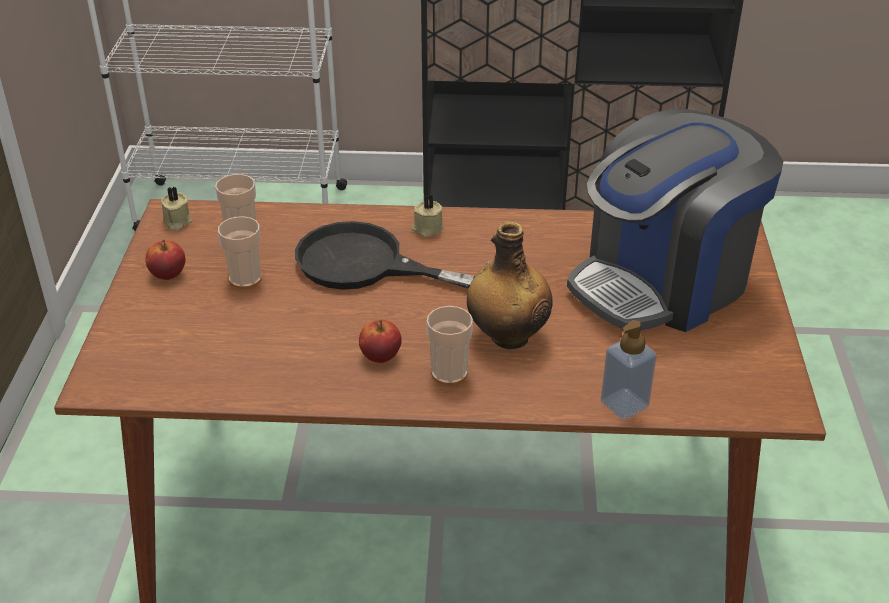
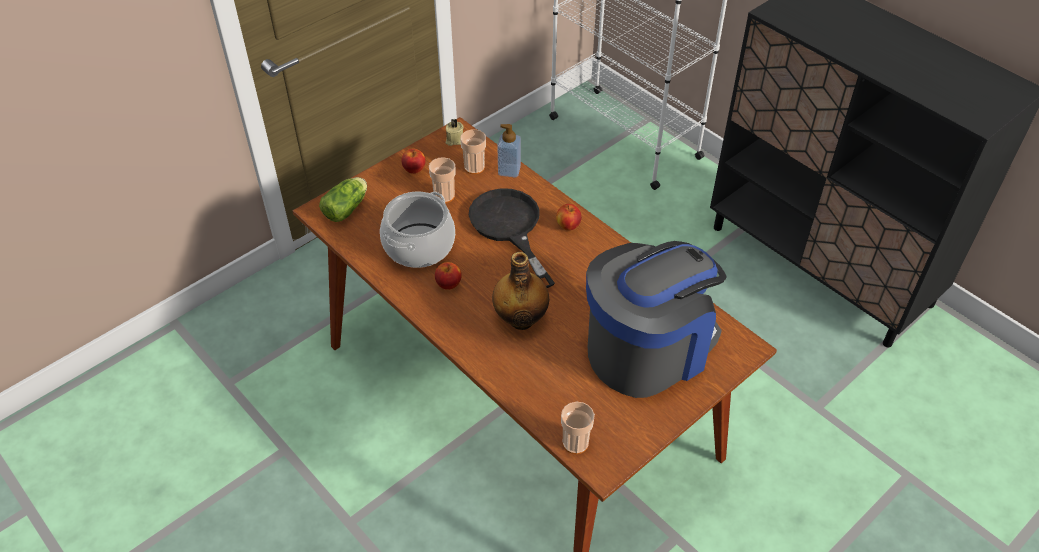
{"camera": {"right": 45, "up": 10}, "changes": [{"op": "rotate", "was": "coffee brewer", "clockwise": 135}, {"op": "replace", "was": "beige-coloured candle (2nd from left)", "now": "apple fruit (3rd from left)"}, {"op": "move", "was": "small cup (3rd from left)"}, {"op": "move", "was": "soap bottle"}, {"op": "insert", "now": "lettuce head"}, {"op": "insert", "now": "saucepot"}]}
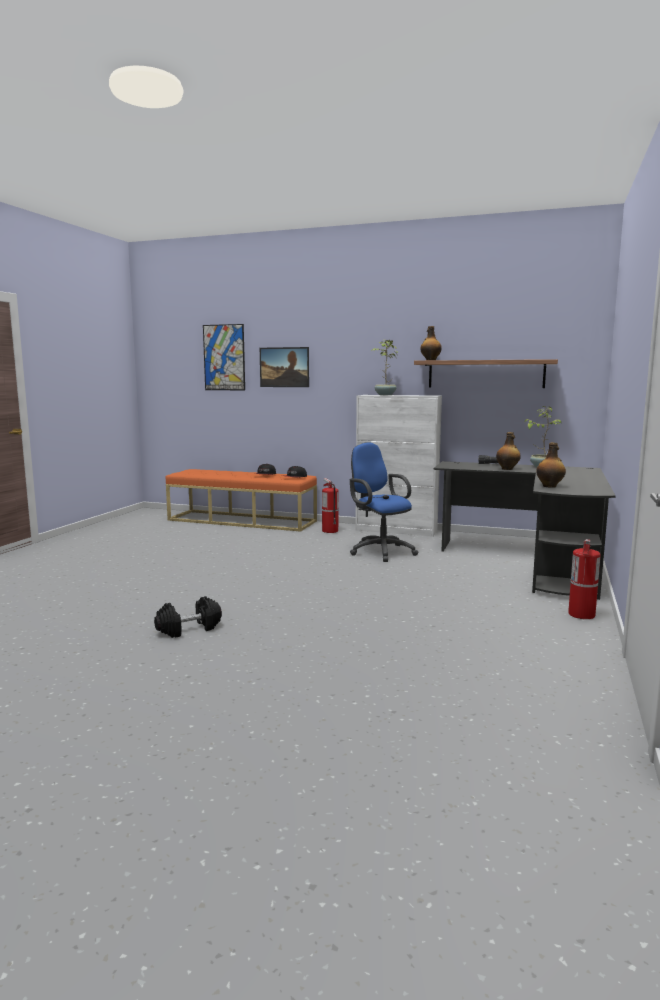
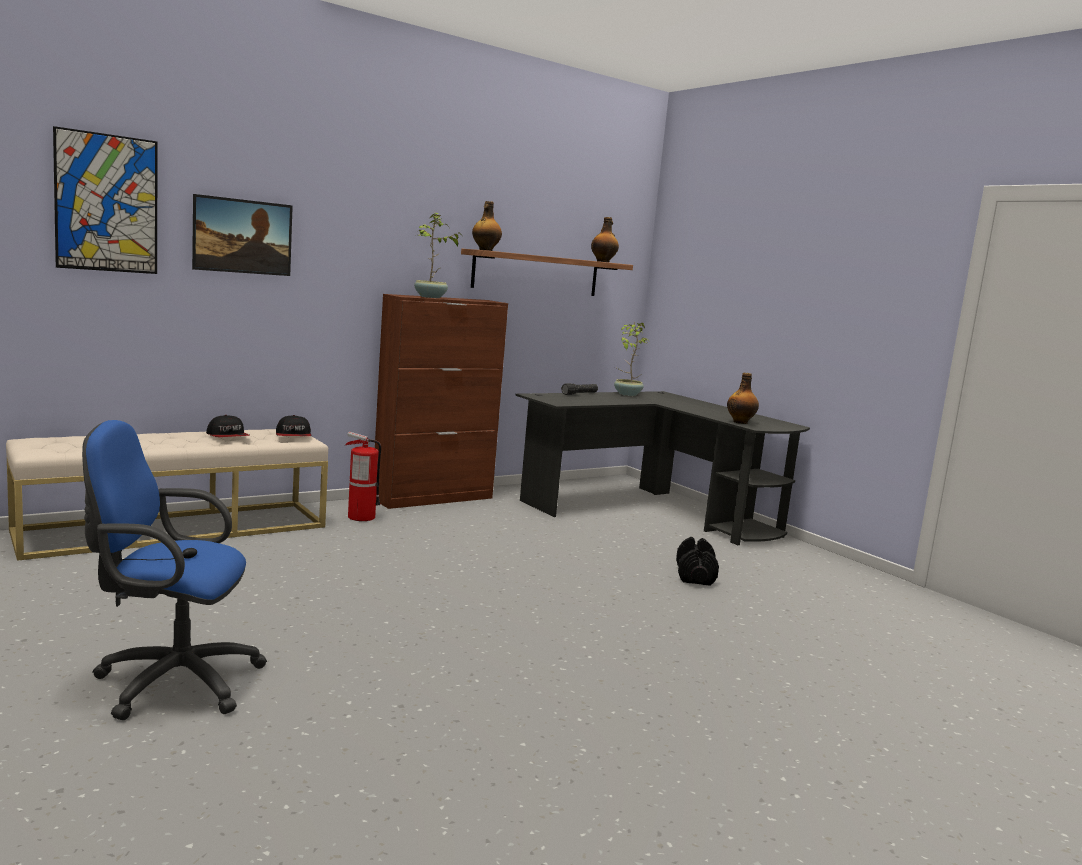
{"camera": {"right": -55, "up": 0}, "changes": [{"op": "recolor", "was": "white-coloured cupboard", "now": "brown-coloured cupboard"}, {"op": "move", "was": "bottle (2nd from left)"}, {"op": "move", "was": "blue desk chair"}, {"op": "recolor", "was": "orangey long seat", "now": "beige-coloured long seat"}, {"op": "delete", "was": "fire extinguisher (2nd from left)"}, {"op": "move", "was": "blackish hand weight"}]}
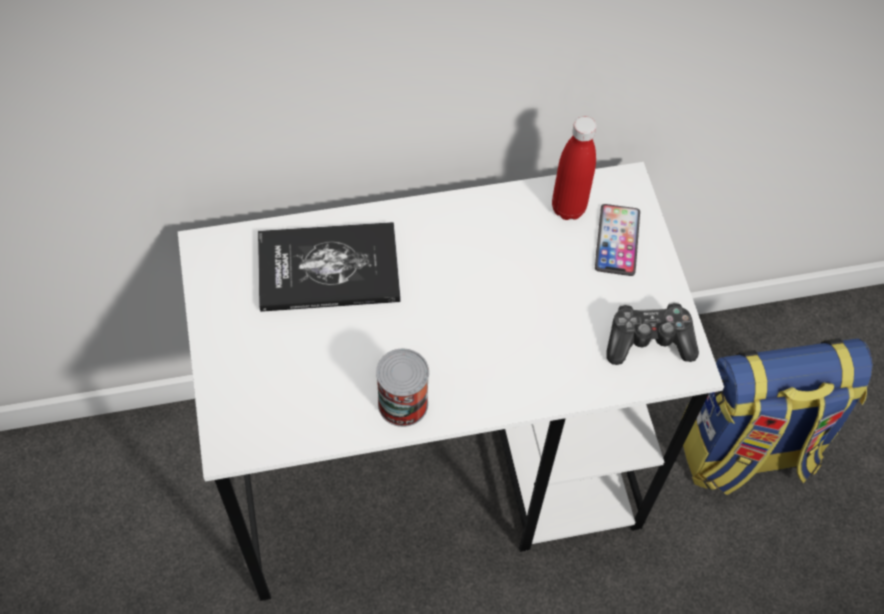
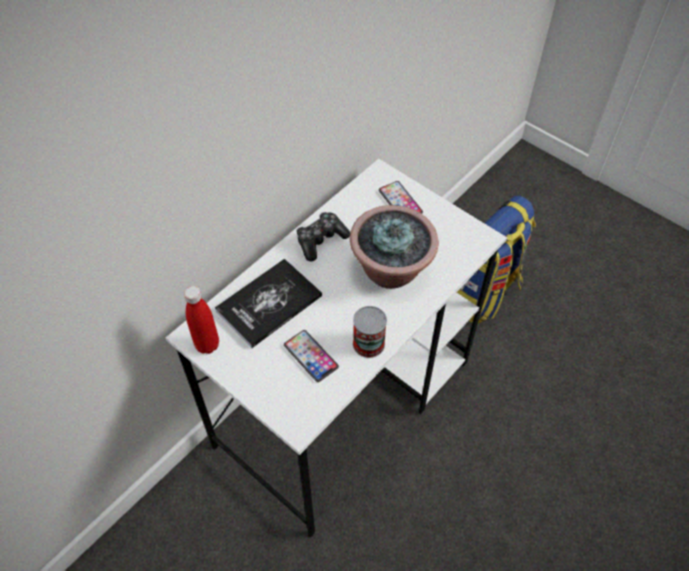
{"camera": {"right": -35, "up": -5}, "changes": [{"op": "move", "was": "red-coloured bottle"}, {"op": "move", "was": "gamepad"}, {"op": "insert", "now": "potted plant"}, {"op": "insert", "now": "handset (1st from left)"}]}
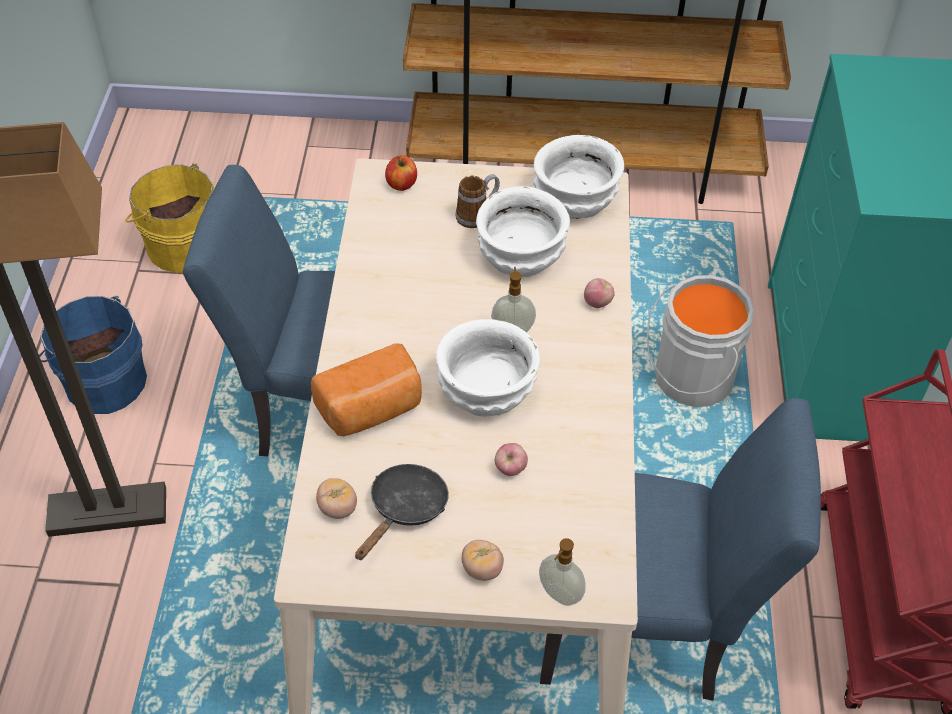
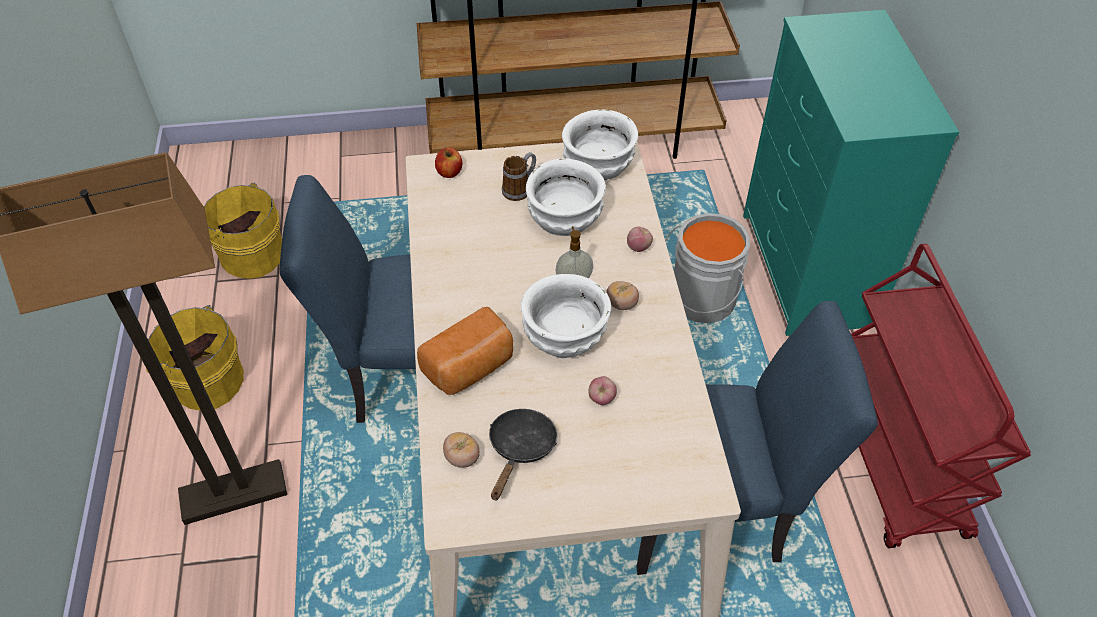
{"camera": {"right": -10, "up": 0}, "changes": [{"op": "recolor", "was": "blue pail", "now": "yellow-coloured pail (1st from left)"}, {"op": "delete", "was": "soap bottle (2nd from left)"}, {"op": "move", "was": "tomato (2nd from left)"}]}
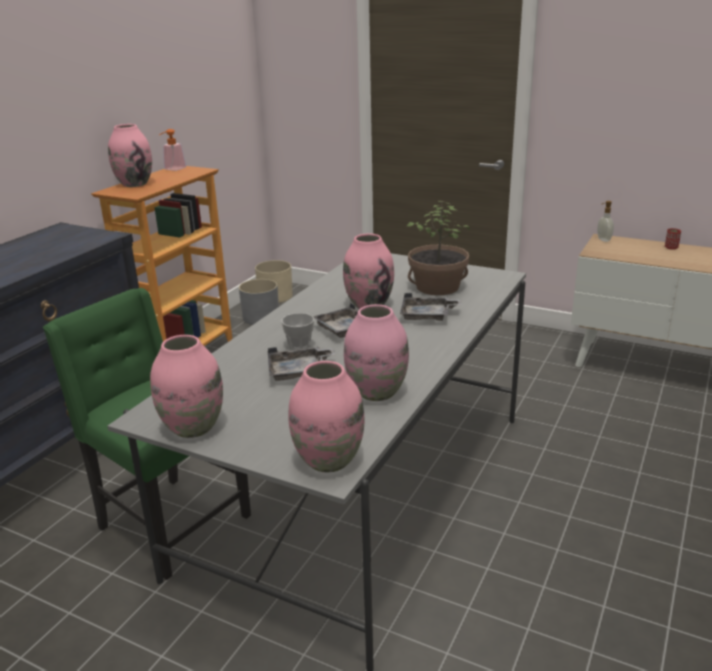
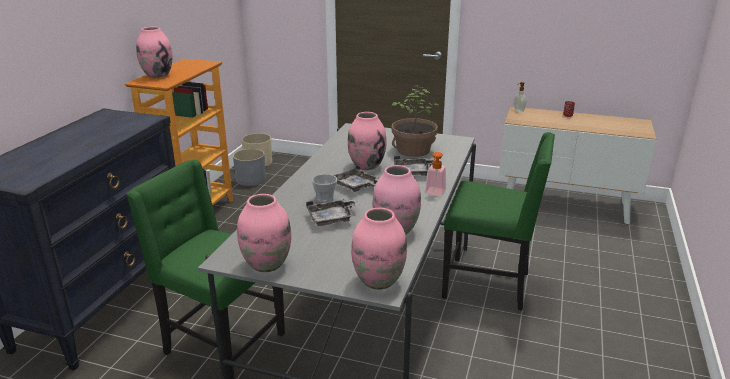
{"camera": {"right": -10, "up": 0}, "changes": [{"op": "move", "was": "soap bottle (1st from left)"}, {"op": "insert", "now": "greenish plain chair (2nd from left)"}]}
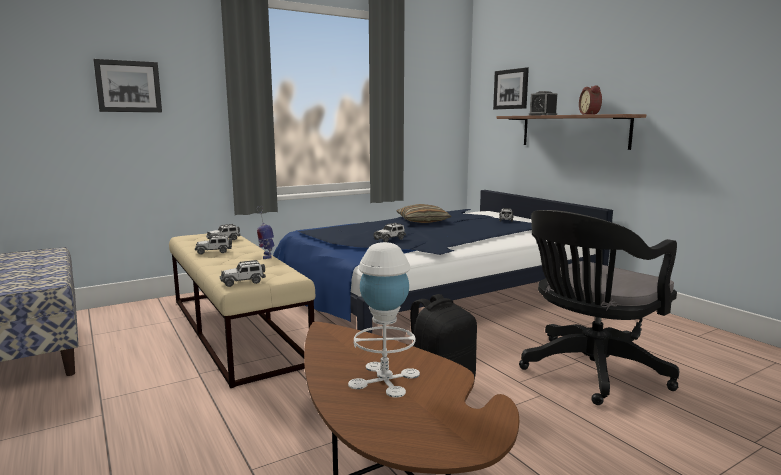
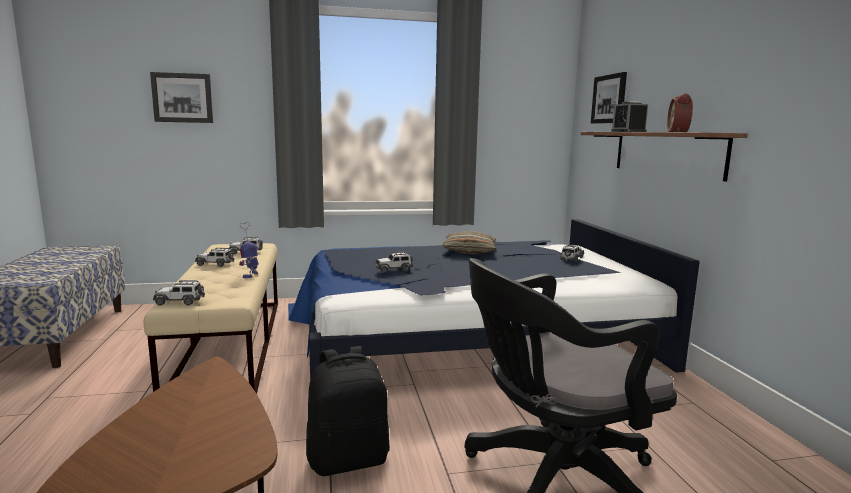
{"camera": {"right": 20, "up": 0}, "changes": [{"op": "delete", "was": "white-coloured table lamp"}]}
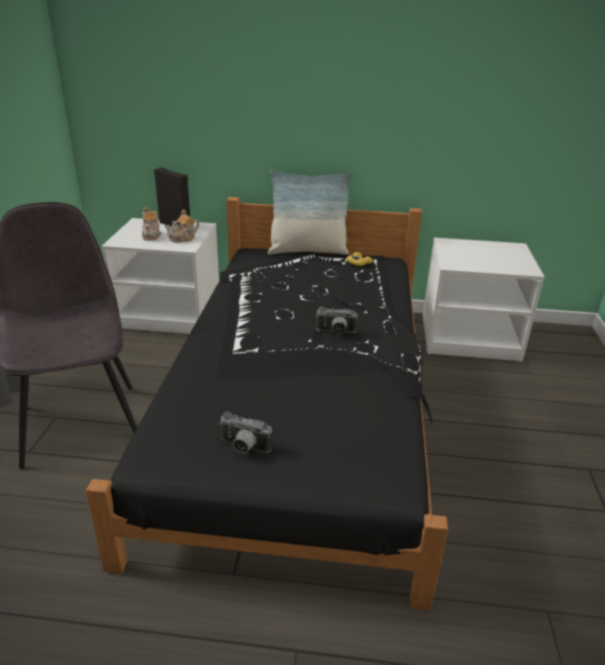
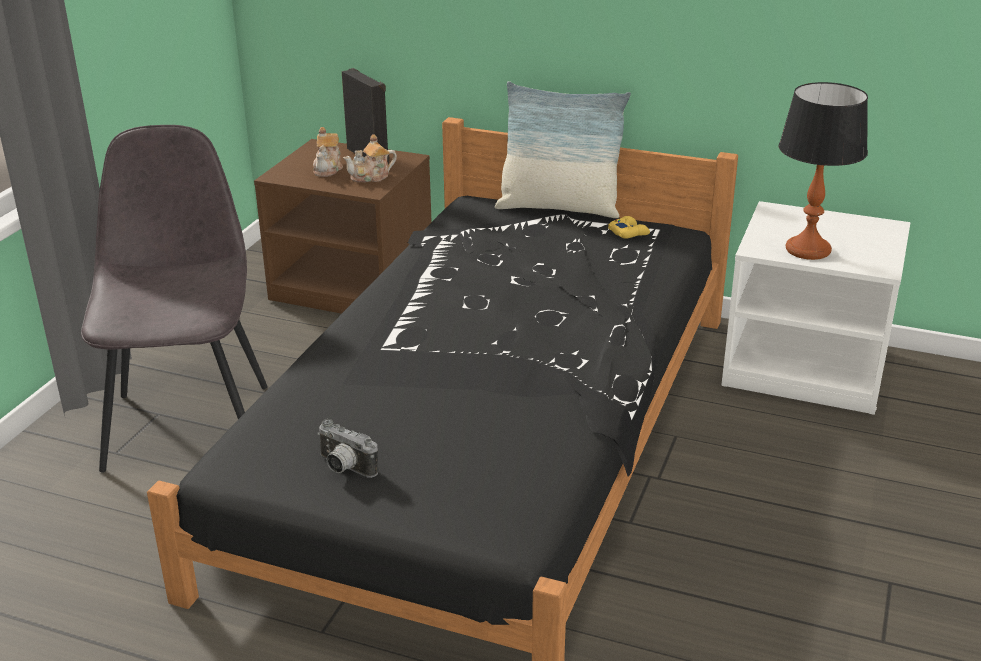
{"camera": {"right": 15, "up": 0}, "changes": [{"op": "recolor", "was": "white-coloured nightstand (1st from left)", "now": "brown-coloured nightstand"}, {"op": "delete", "was": "photo camera (2nd from left)"}, {"op": "insert", "now": "table lamp"}]}
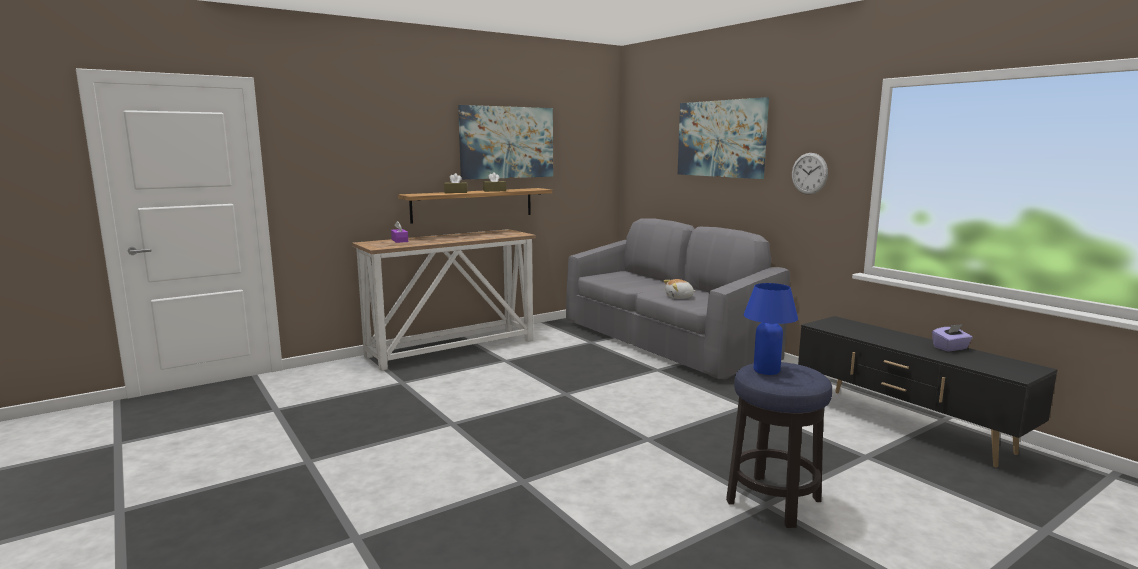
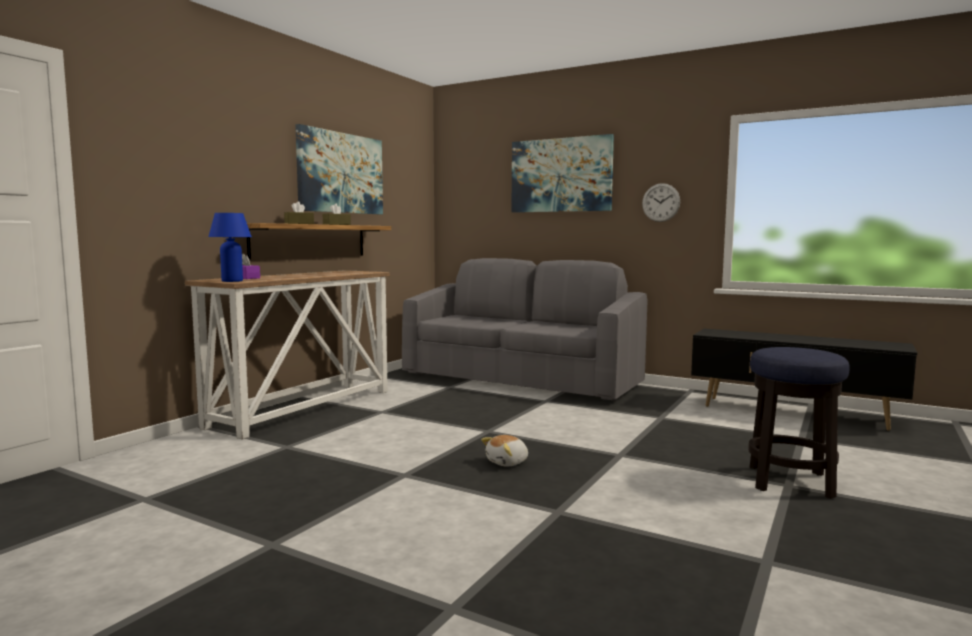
{"camera": {"right": -25, "up": -5}, "changes": [{"op": "move", "was": "soft toy"}, {"op": "move", "was": "blue table lamp"}, {"op": "delete", "was": "purple tissue box (2nd from left)"}]}
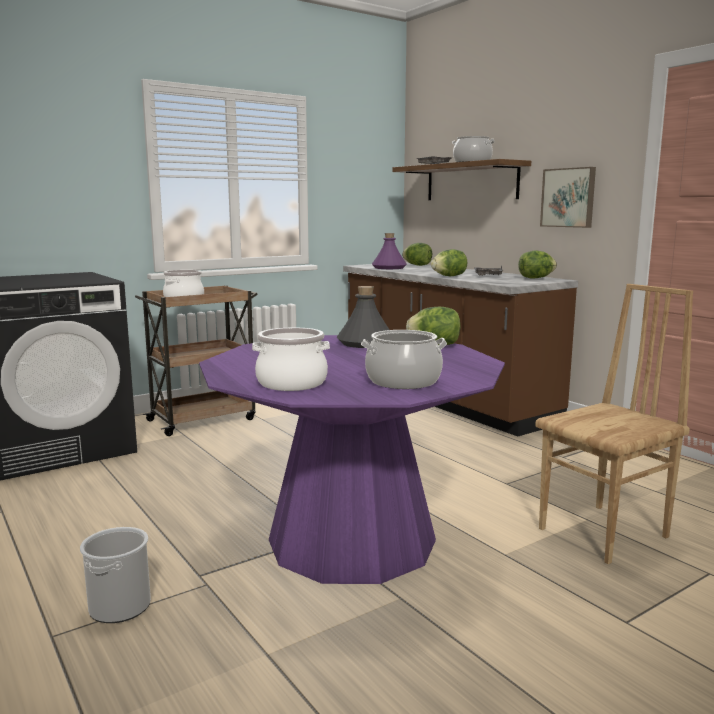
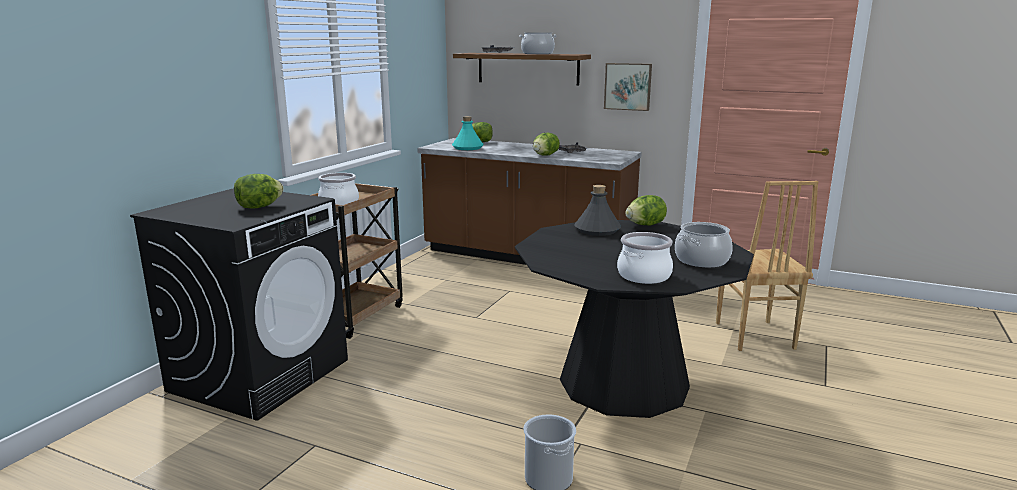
{"camera": {"right": -30, "up": 5}, "changes": [{"op": "recolor", "was": "purple bottle", "now": "turquoise-coloured bottle"}, {"op": "move", "was": "lettuce head (4th from left in the first image)", "now": "lettuce head (1st from left)"}, {"op": "rotate", "was": "brown-coloured plain chair", "clockwise": 150}, {"op": "recolor", "was": "purple dinner table", "now": "blackish dinner table"}]}
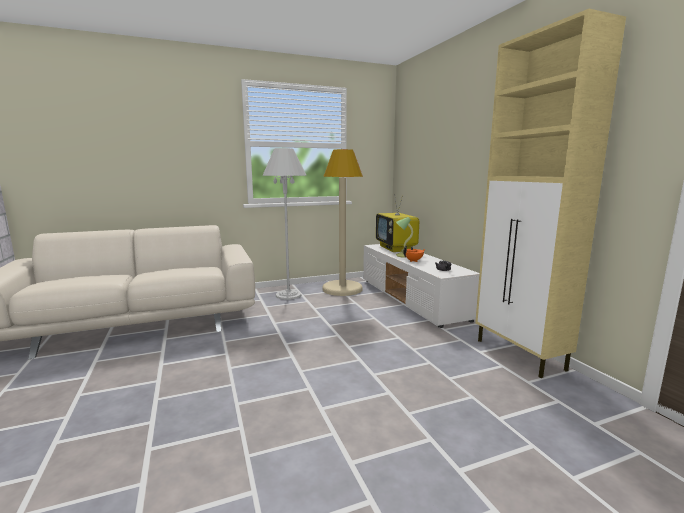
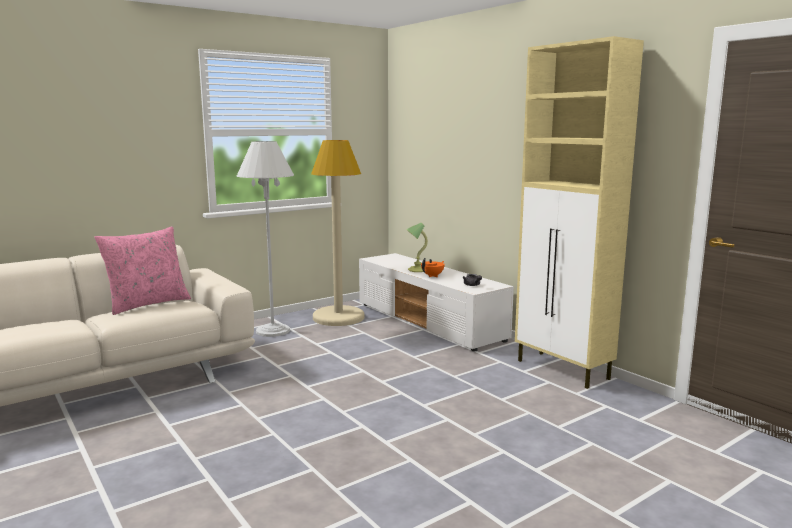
{"camera": {"right": -15, "up": 0}, "changes": [{"op": "delete", "was": "TV set"}, {"op": "insert", "now": "pink pillow"}]}
